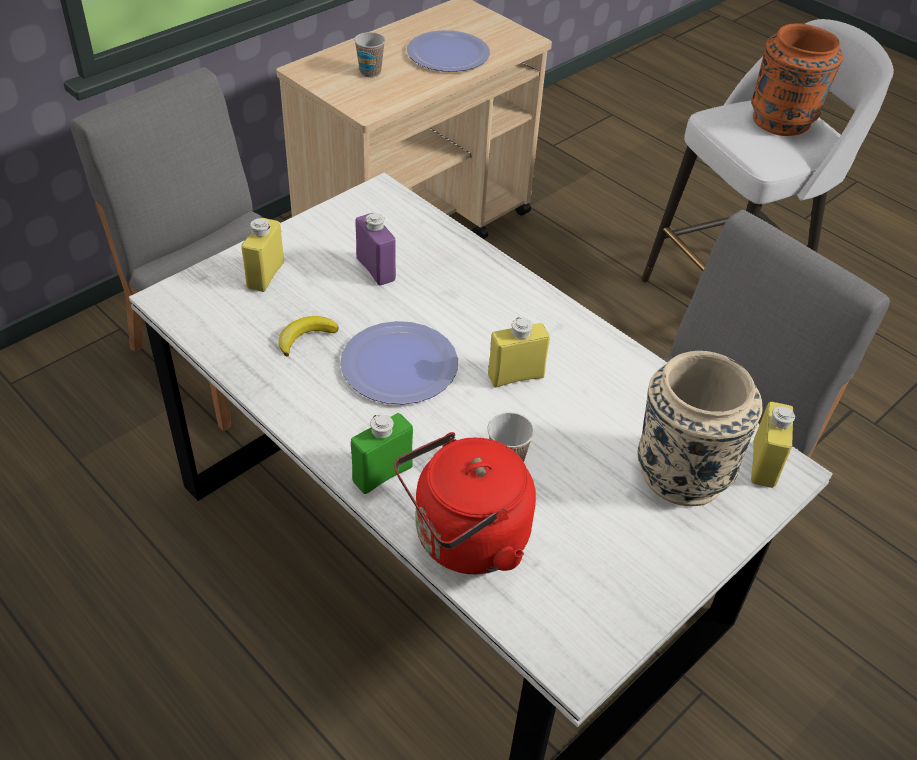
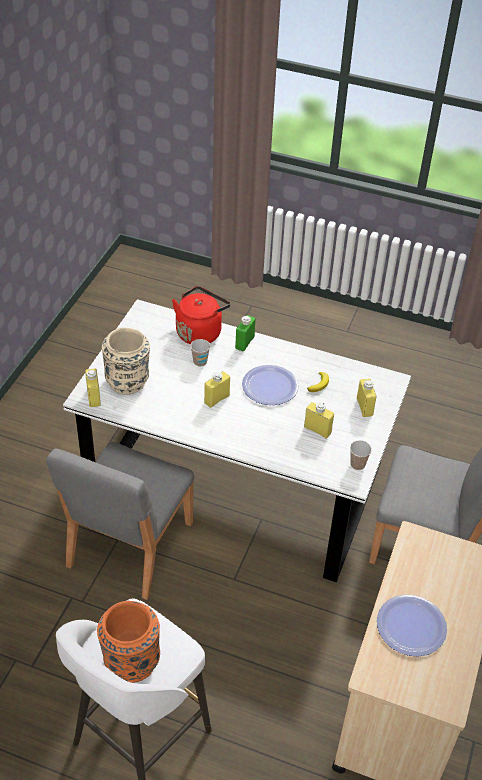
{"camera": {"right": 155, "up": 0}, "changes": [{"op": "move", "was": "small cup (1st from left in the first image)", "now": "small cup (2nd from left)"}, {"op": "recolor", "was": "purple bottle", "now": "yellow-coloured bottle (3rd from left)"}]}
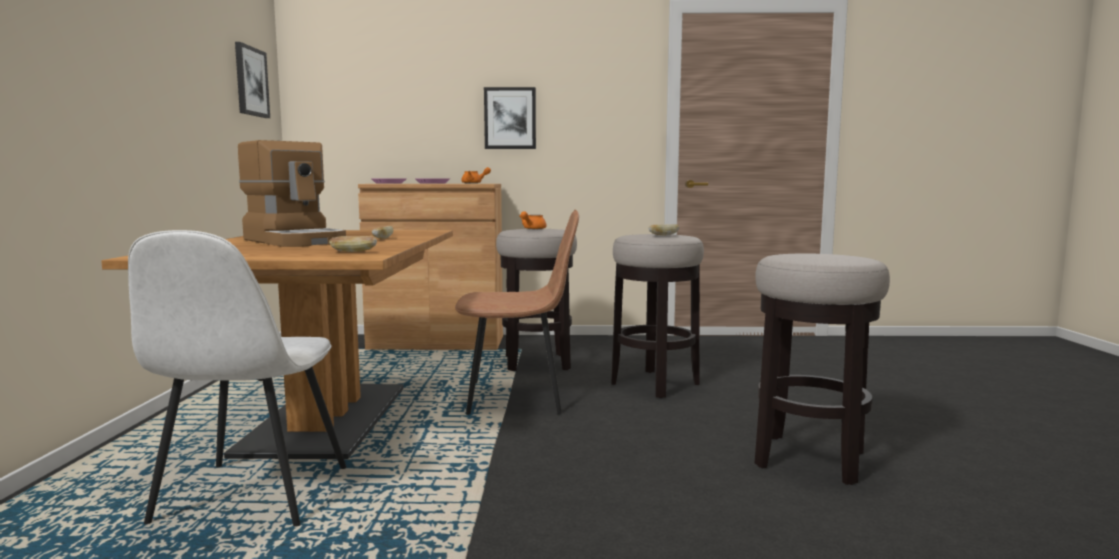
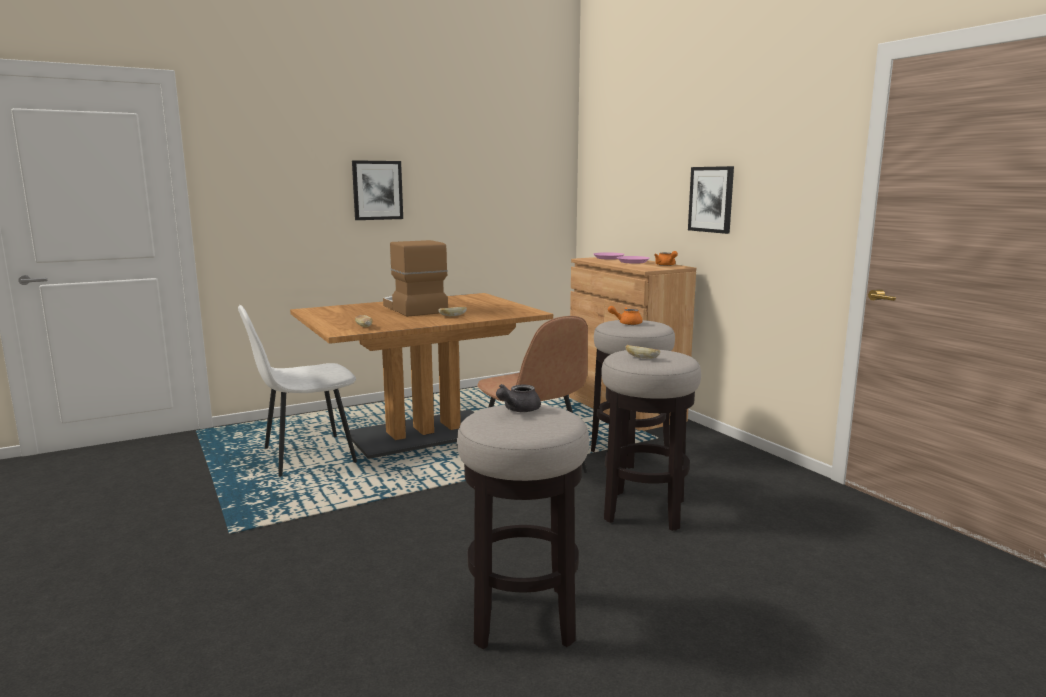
{"camera": {"right": 60, "up": 5}, "changes": [{"op": "move", "was": "picture (1st from left)"}, {"op": "rotate", "was": "coffee brewer", "clockwise": 135}, {"op": "insert", "now": "grey teapot"}]}
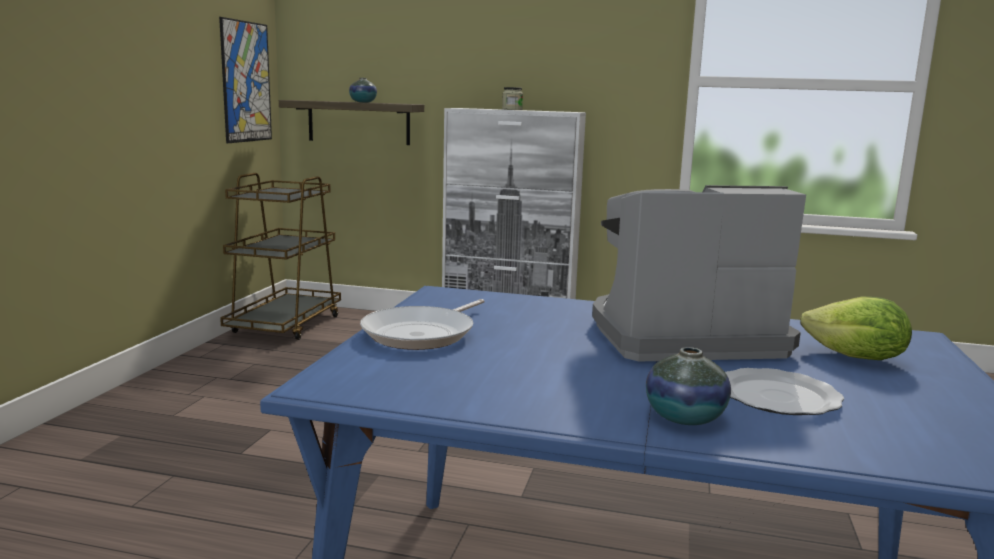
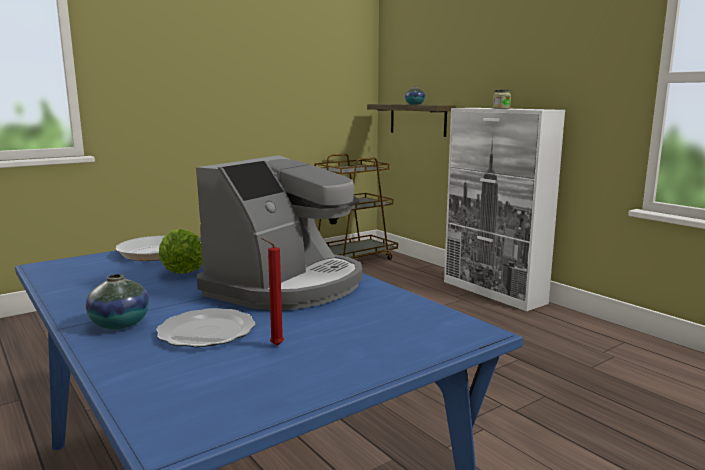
{"camera": {"right": 40, "up": 0}, "changes": [{"op": "delete", "was": "picture"}, {"op": "rotate", "was": "coffee brewer", "clockwise": 90}, {"op": "move", "was": "lettuce head"}, {"op": "insert", "now": "red-coloured candle"}]}
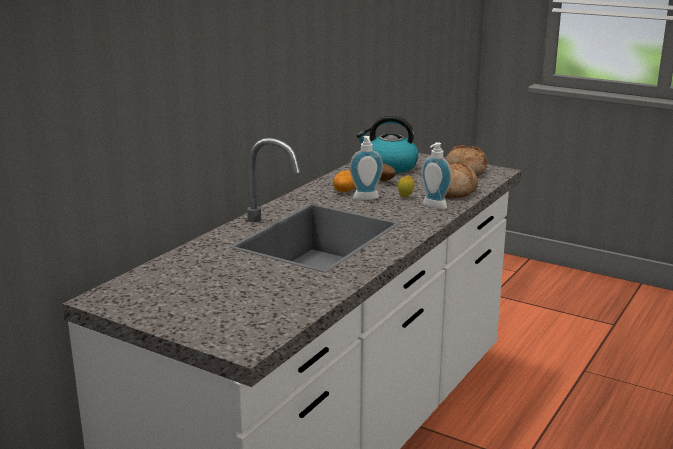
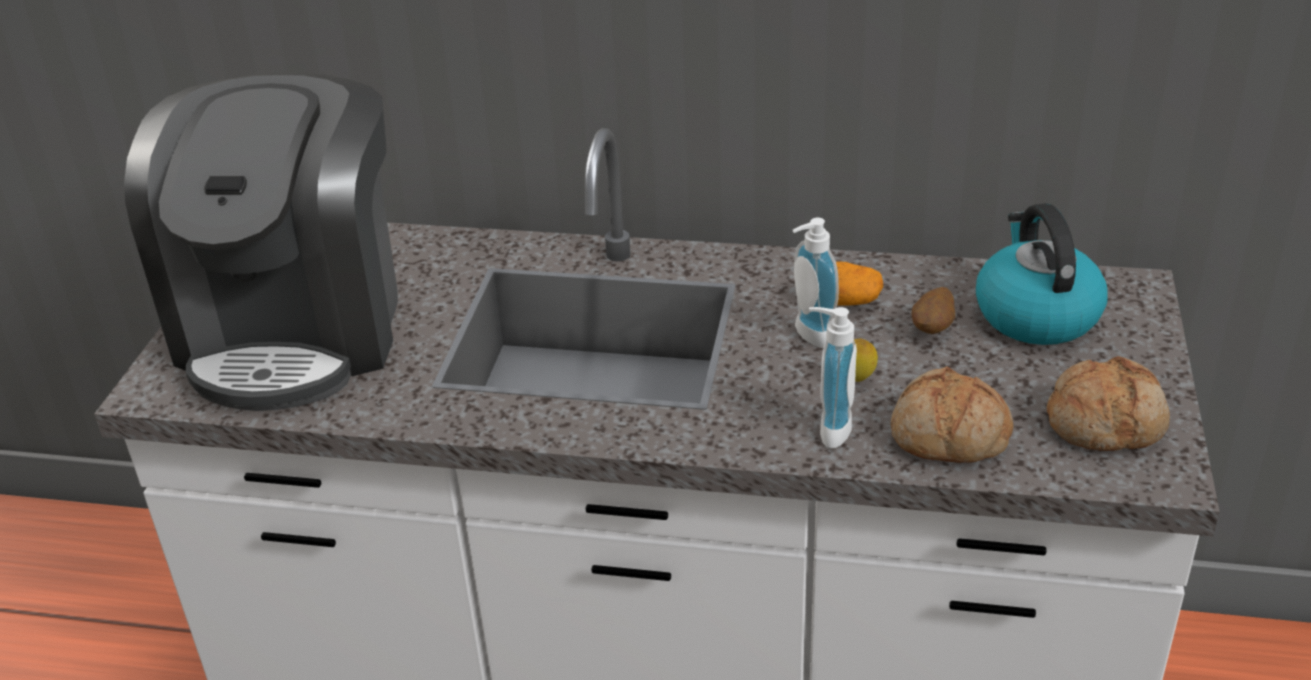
{"camera": {"right": 70, "up": 15}, "changes": [{"op": "insert", "now": "coffee brewer"}]}
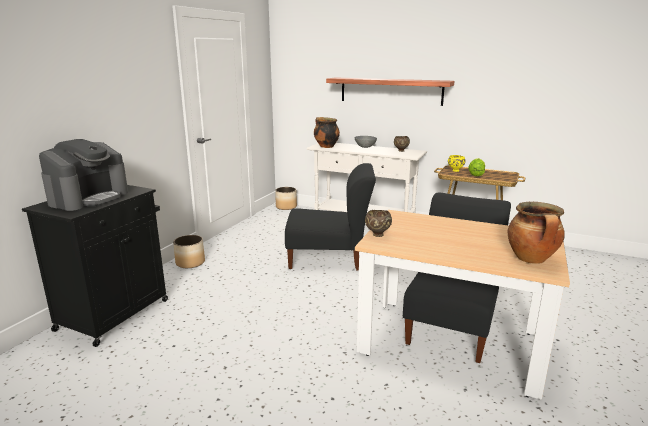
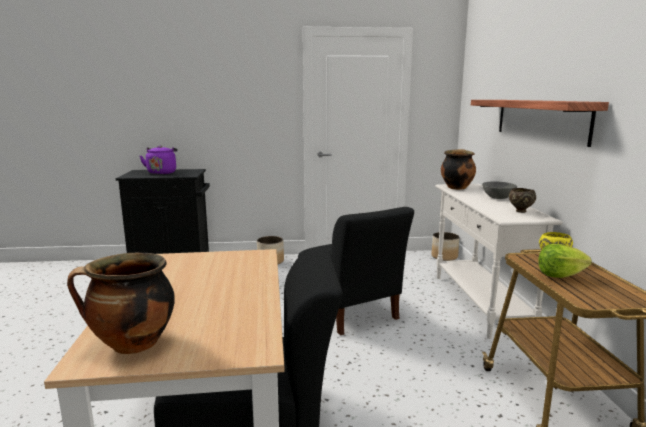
{"camera": {"right": 60, "up": -5}, "changes": [{"op": "replace", "was": "coffee brewer", "now": "purple water kettle"}, {"op": "delete", "was": "brown-coloured bowl (1st from left)"}]}
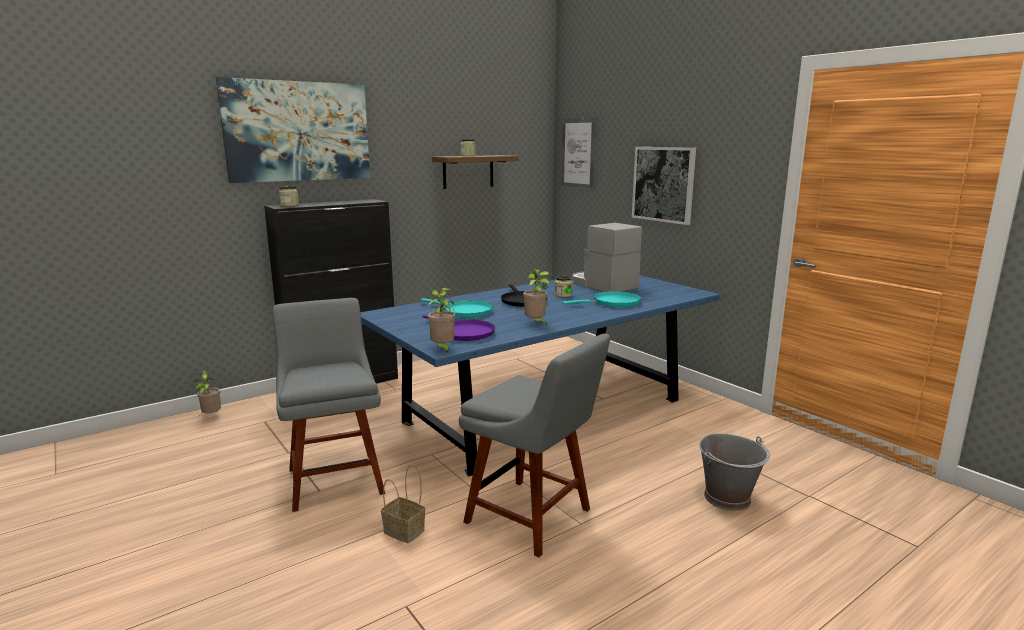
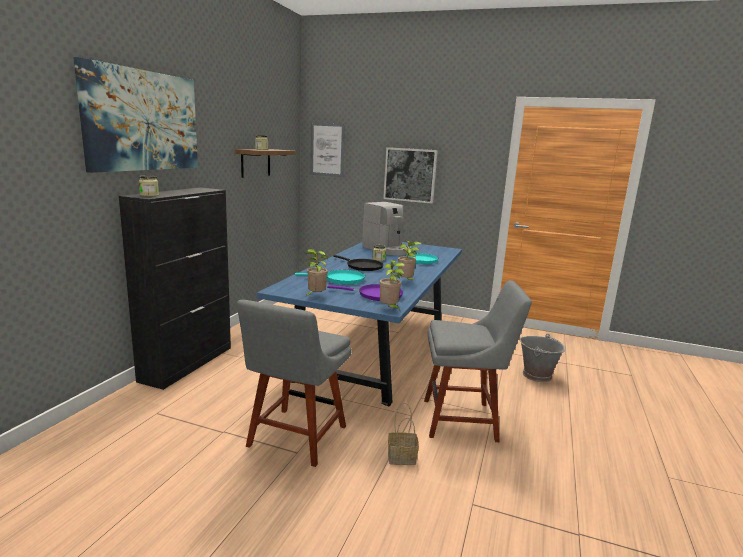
{"camera": {"right": -35, "up": 0}, "changes": [{"op": "rotate", "was": "coffee brewer", "clockwise": -150}, {"op": "rotate", "was": "grey plain chair (1st from left)", "clockwise": -105}, {"op": "move", "was": "potted plant (1st from left)"}]}
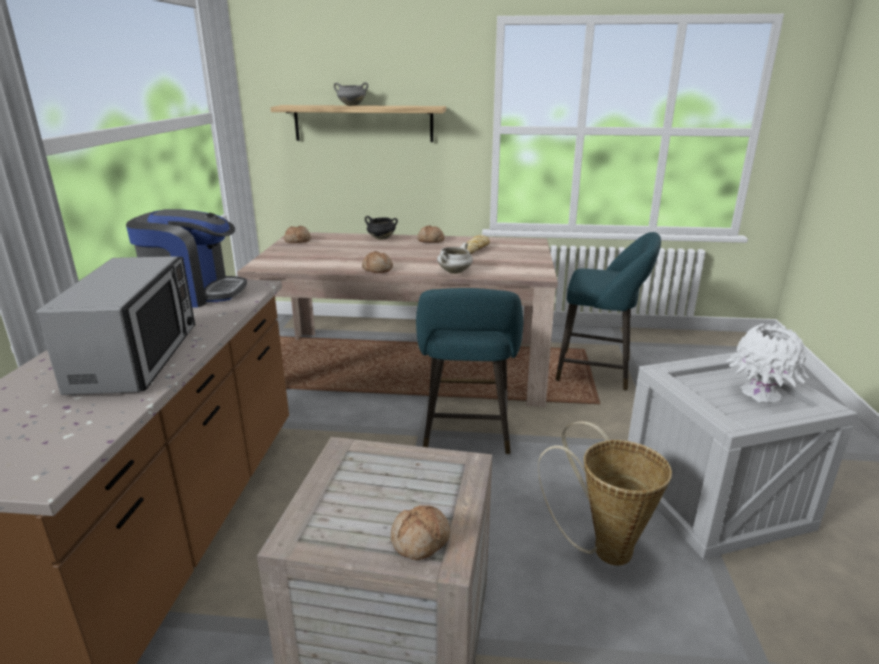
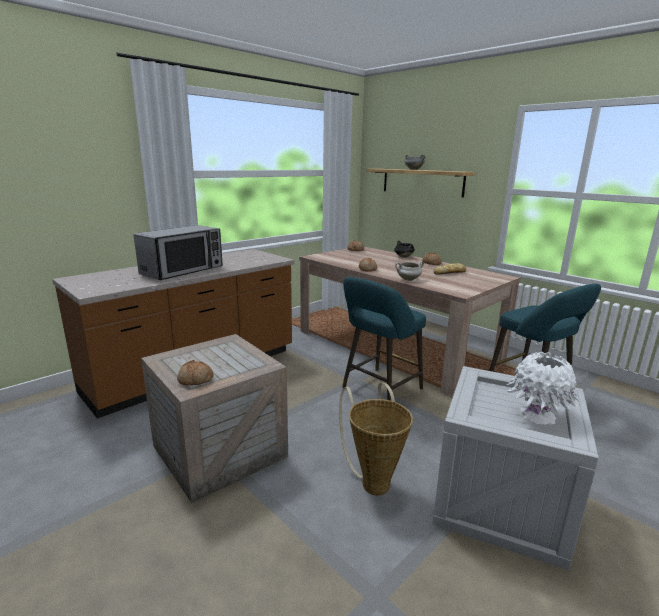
{"camera": {"right": 40, "up": -5}, "changes": [{"op": "delete", "was": "coffee brewer"}]}
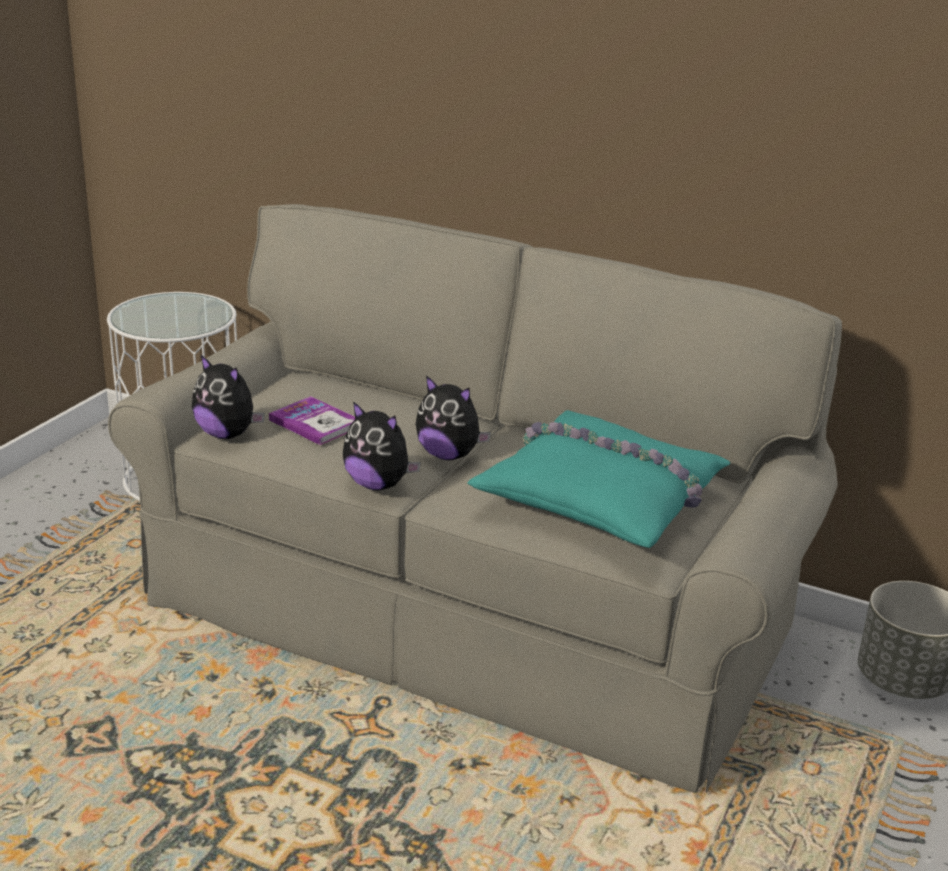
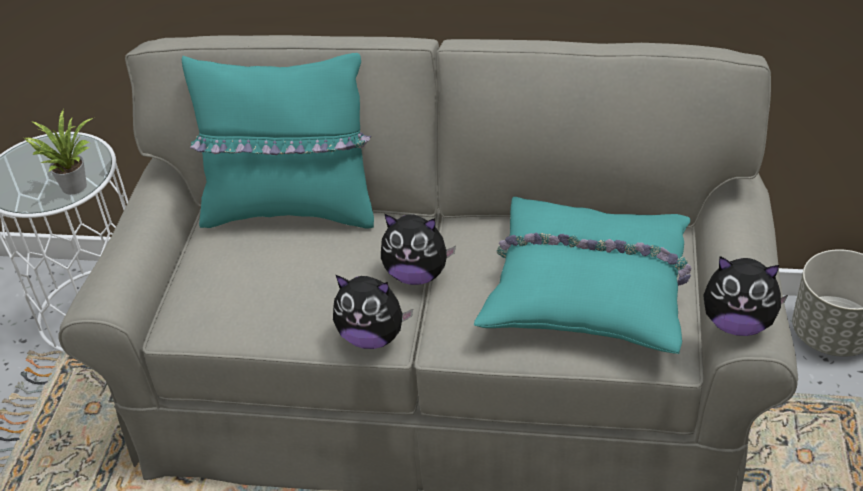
{"camera": {"right": -15, "up": 15}, "changes": [{"op": "move", "was": "soft toy (1st from left in the first image)", "now": "soft toy (3rd from left)"}, {"op": "delete", "was": "book"}, {"op": "insert", "now": "turquoise-coloured pillow (1st from left)"}, {"op": "insert", "now": "potted plant"}]}
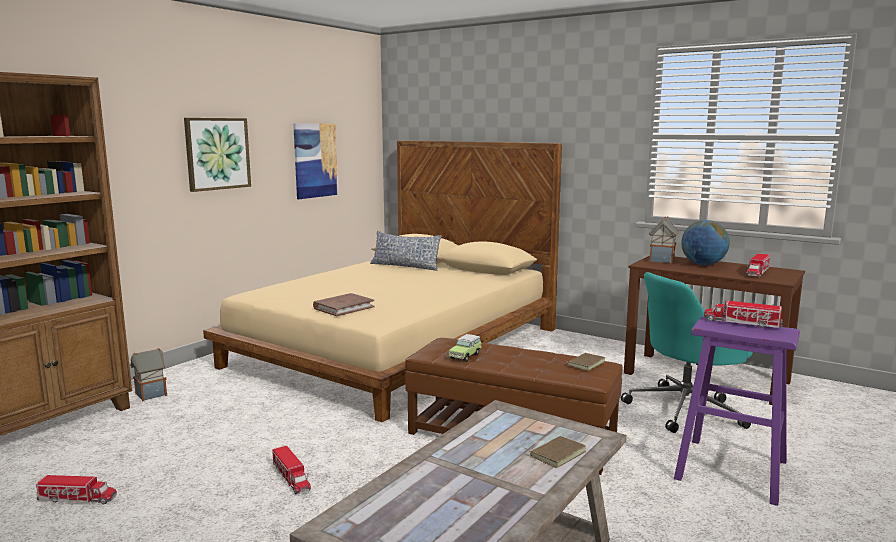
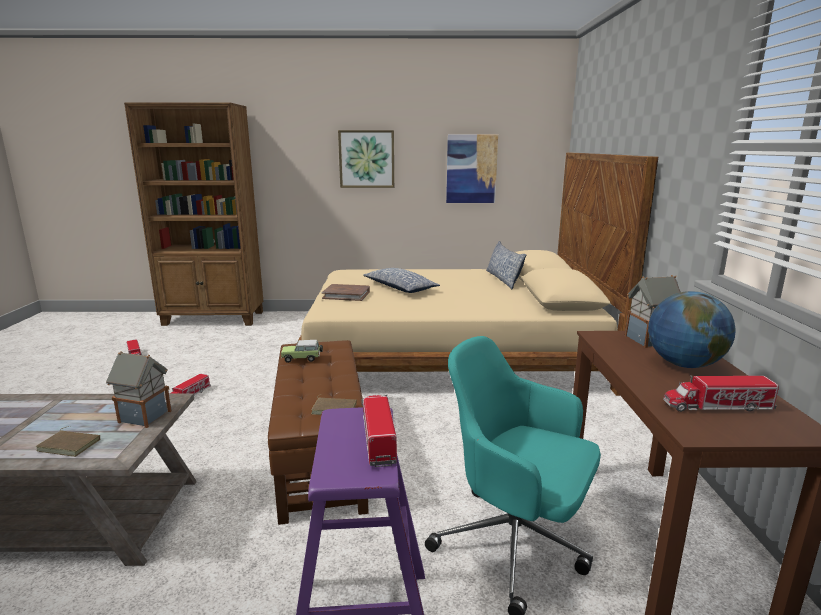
{"camera": {"right": 55, "up": 5}, "changes": [{"op": "move", "was": "toy house (1st from left)"}, {"op": "insert", "now": "pillow (1st from left)"}]}
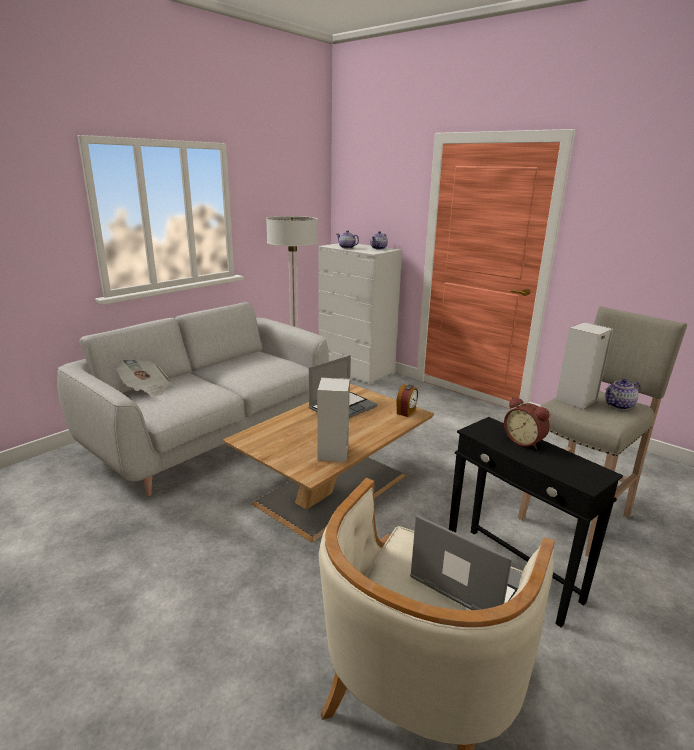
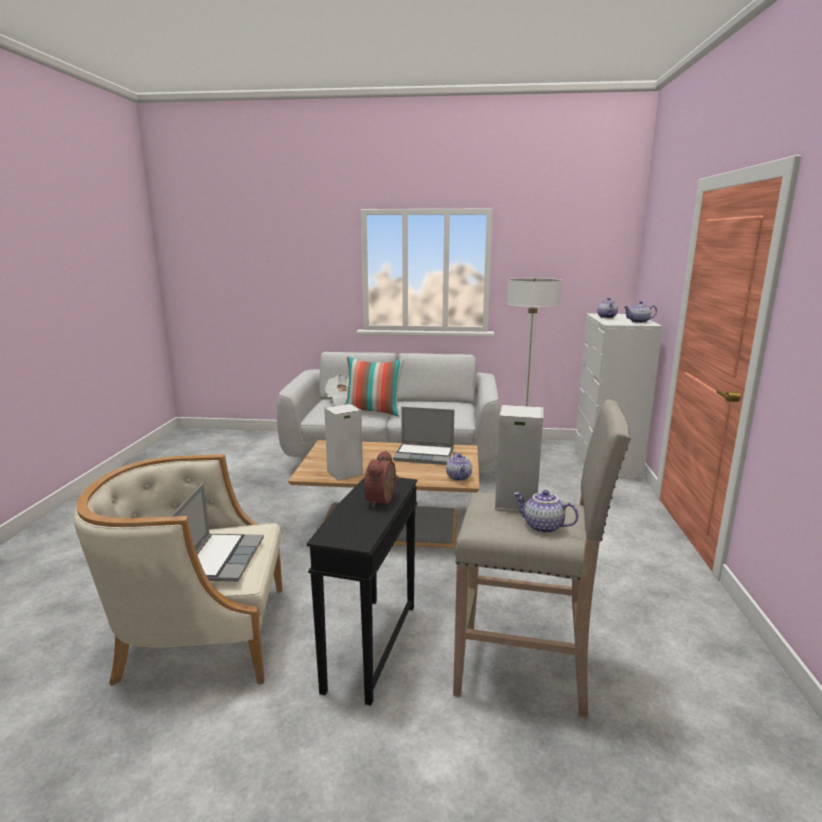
{"camera": {"right": 55, "up": -5}, "changes": [{"op": "replace", "was": "bedside clock (1st from left)", "now": "teapot (1st from left)"}, {"op": "insert", "now": "pillow"}]}
